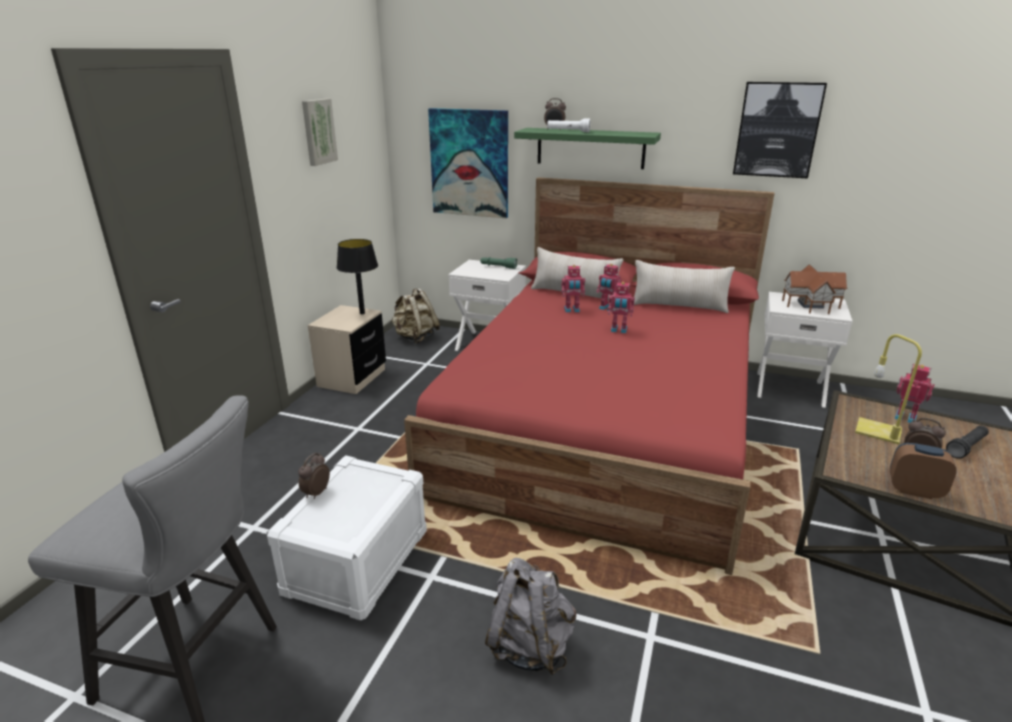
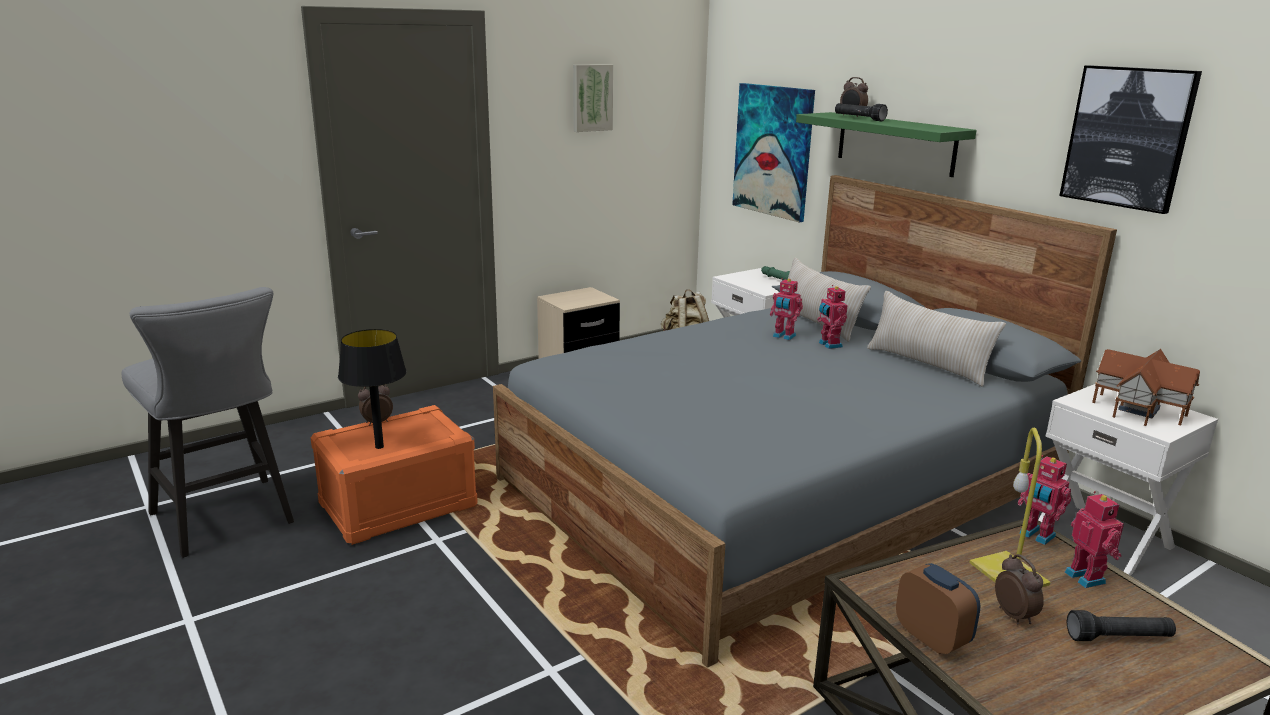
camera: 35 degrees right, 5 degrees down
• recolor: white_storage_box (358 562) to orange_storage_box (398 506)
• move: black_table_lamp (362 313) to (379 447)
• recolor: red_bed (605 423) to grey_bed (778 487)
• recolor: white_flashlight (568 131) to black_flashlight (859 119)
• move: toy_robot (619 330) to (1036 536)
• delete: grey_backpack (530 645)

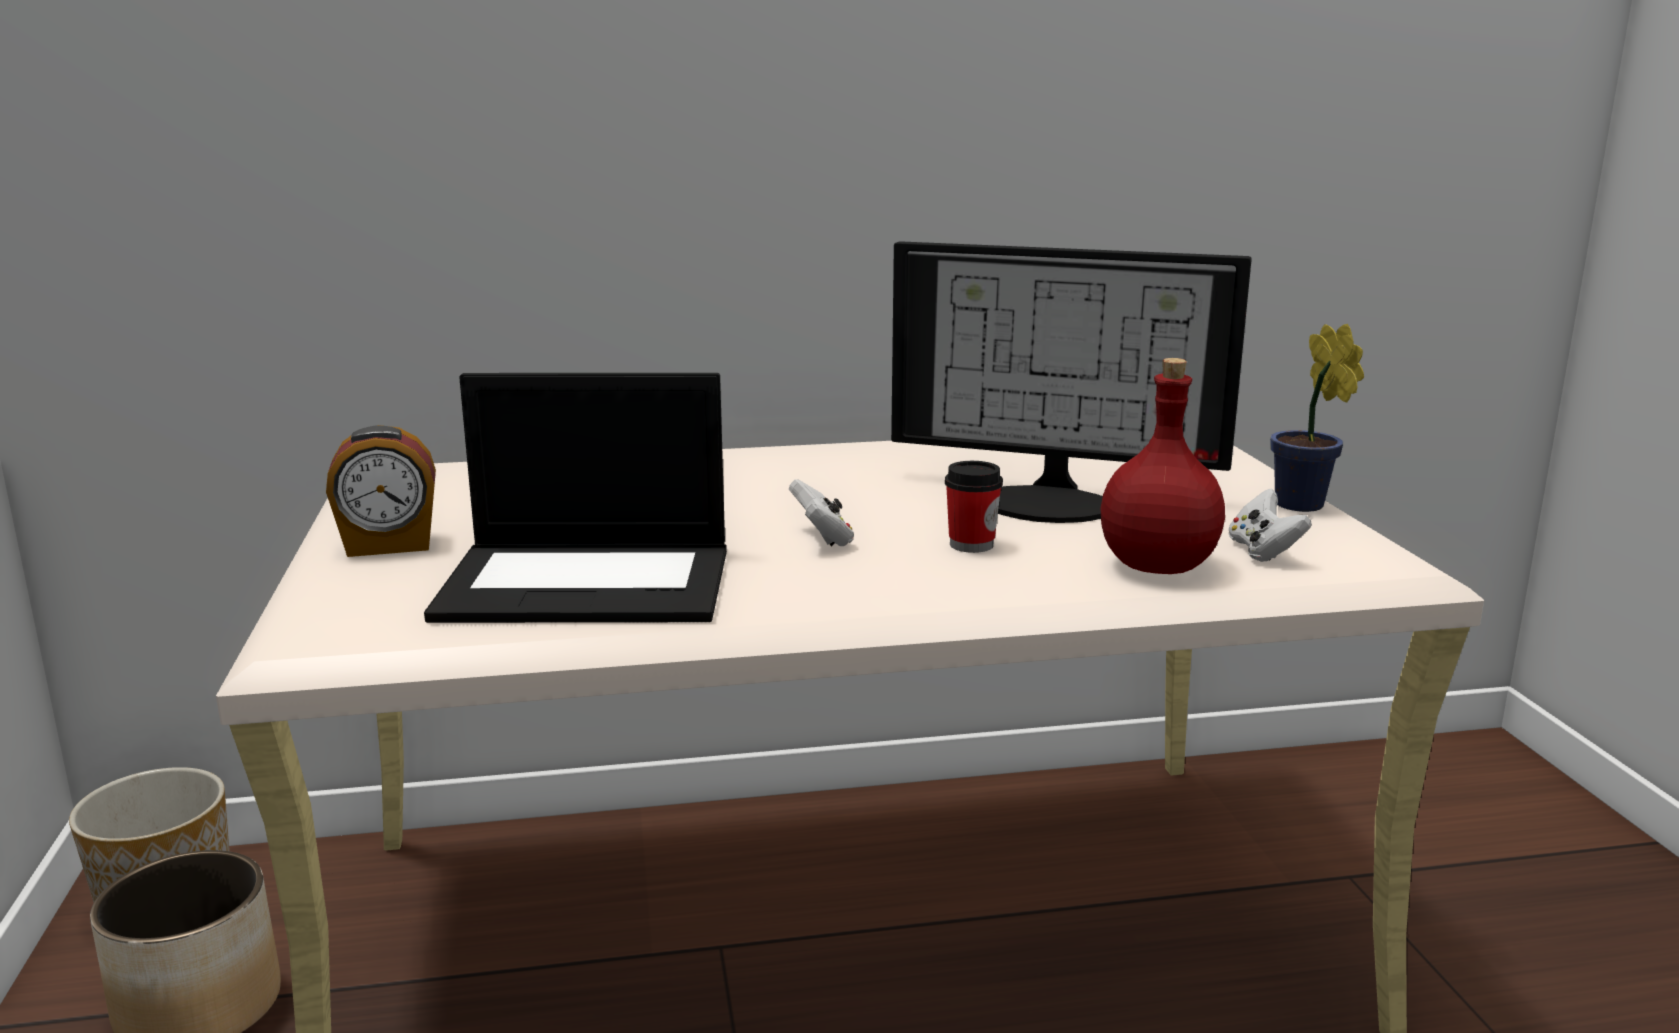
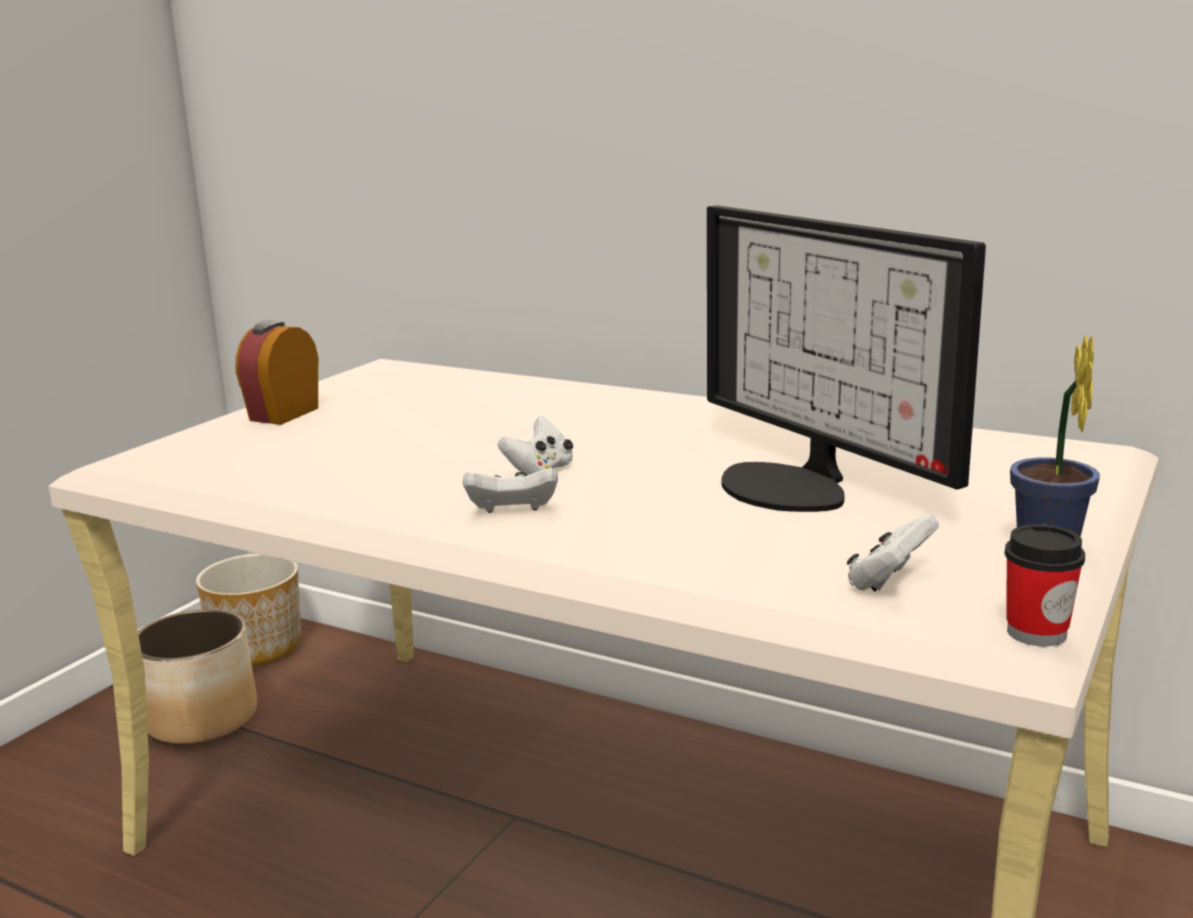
camera: 40 degrees right, 0 degrees up
• rotate: alarm_clock (389 545) = (283 414) 90 degrees clockwise
• insert: white_game_controller (512 512)
• move: cup (971 544) to (1036 633)
• delete: laptop (590 583)
• delete: red_bottle (1158 565)

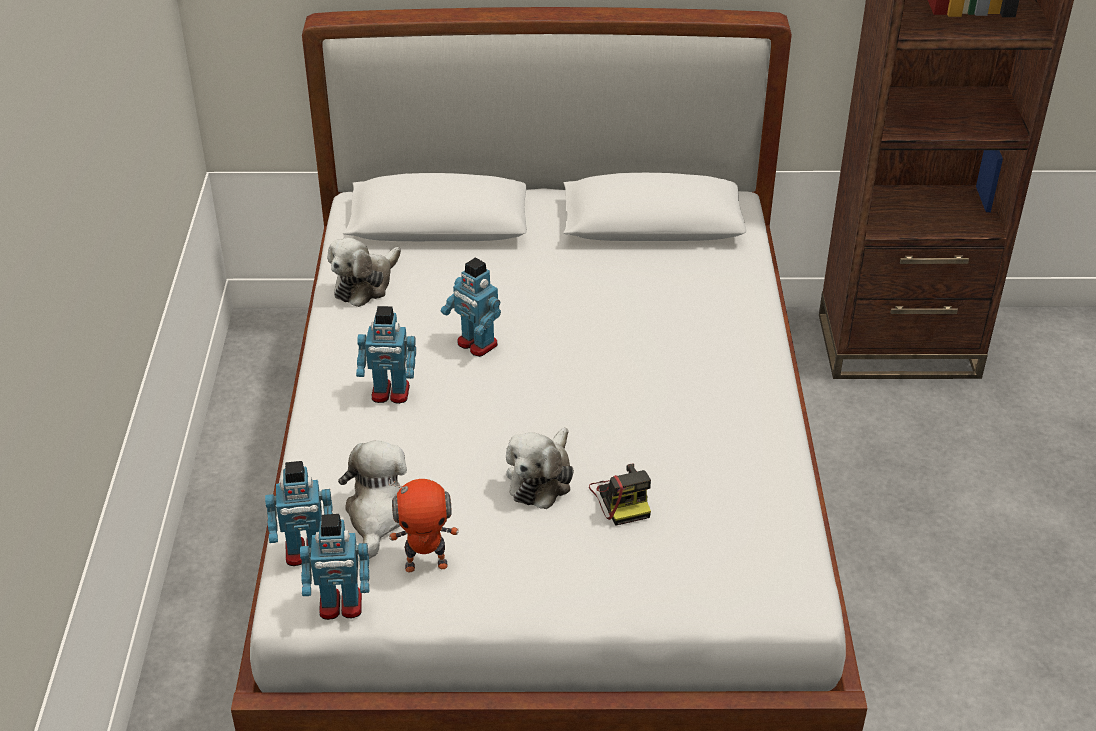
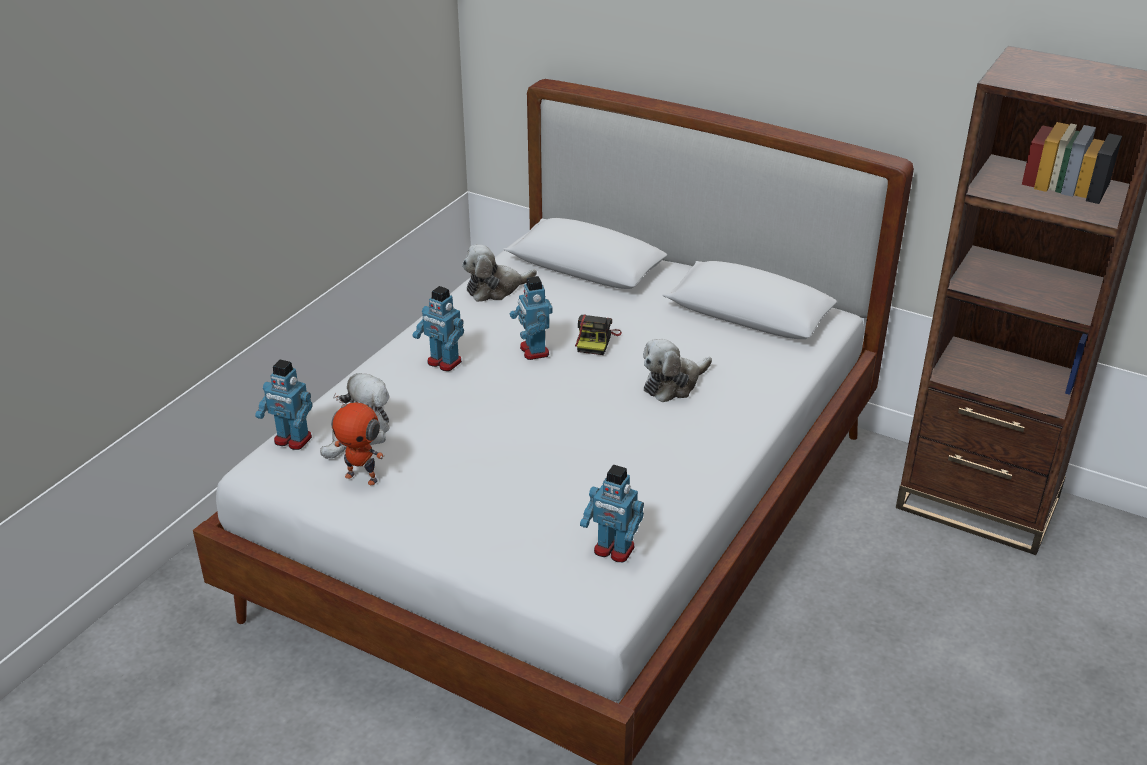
camera: 30 degrees right, 5 degrees down
• move: photo_camera (622 498) to (596 341)
• move: toy_robot (340 606) to (613 550)
• move: plush_toy (541 478) to (673 384)

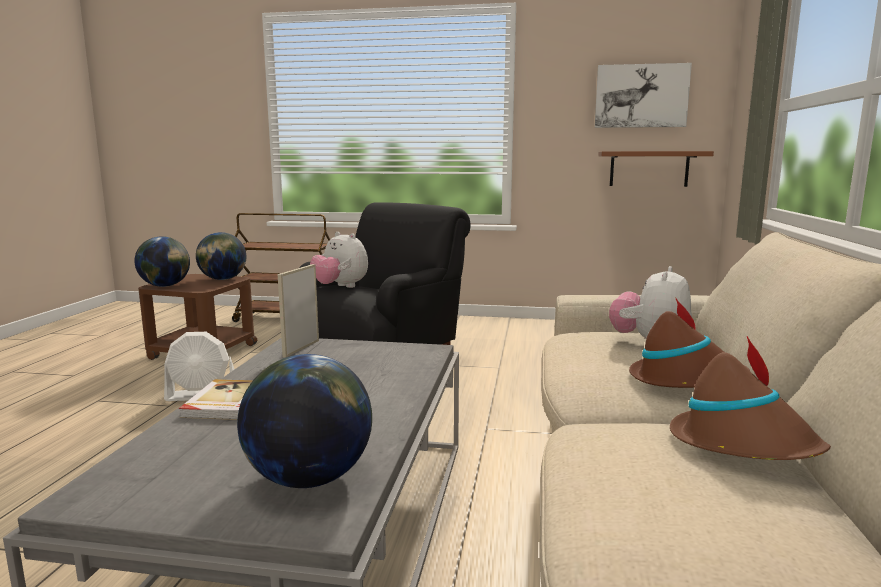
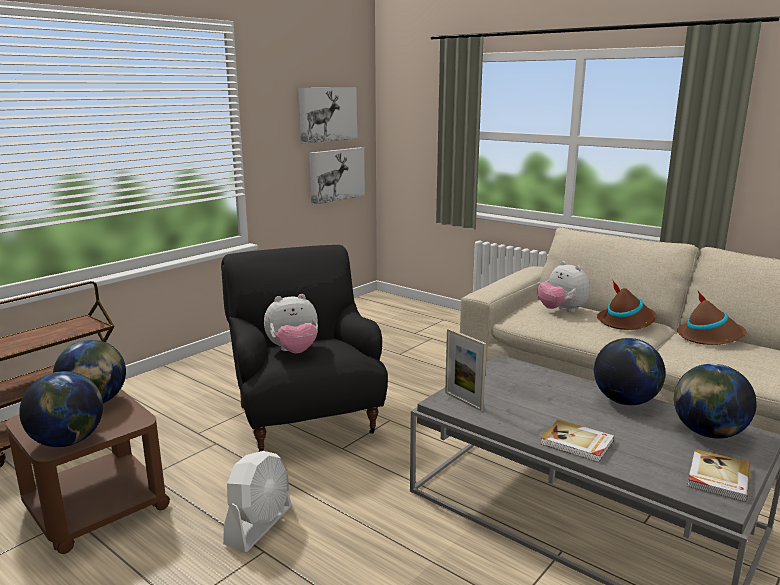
camera: 60 degrees left, 5 degrees up
• replace: brown_shelf (649 169) to picture (336 175)
• insert: globe (625 401)
• insert: book (717 477)

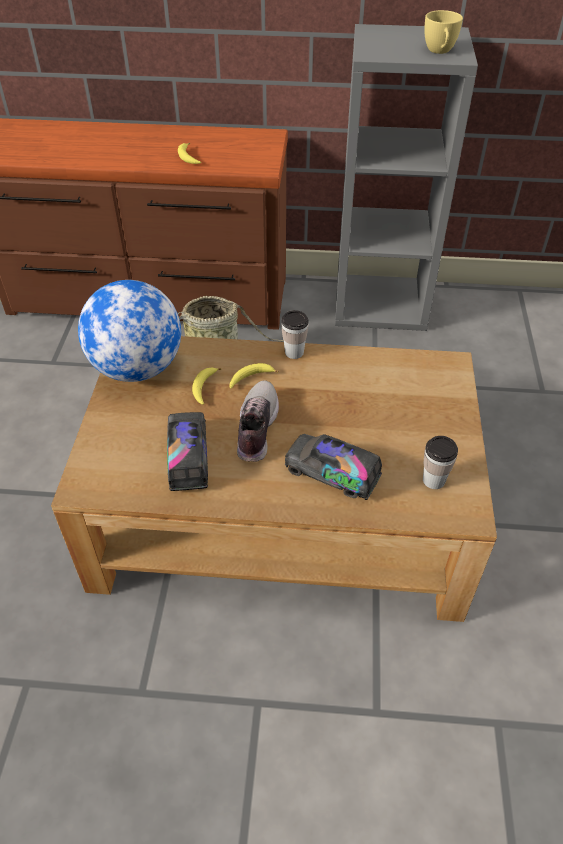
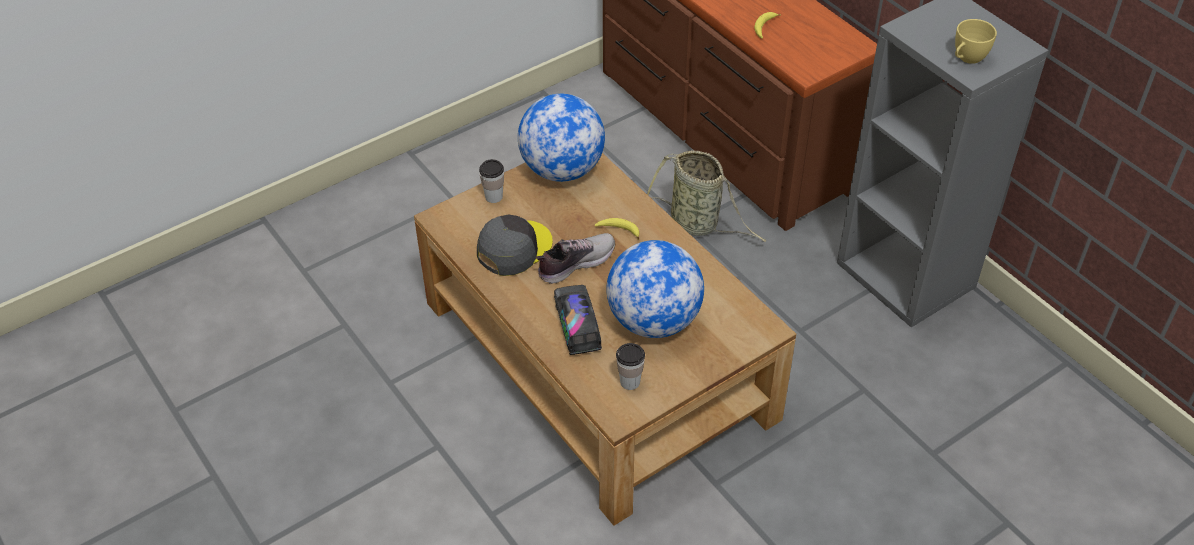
camera: 50 degrees right, 0 degrees up
• replace: toy_truck (188 458) to grey_cap (514 248)
• move: cup (294 352) to (494 197)
• insert: globe (653 321)
• delete: banana (204 388)

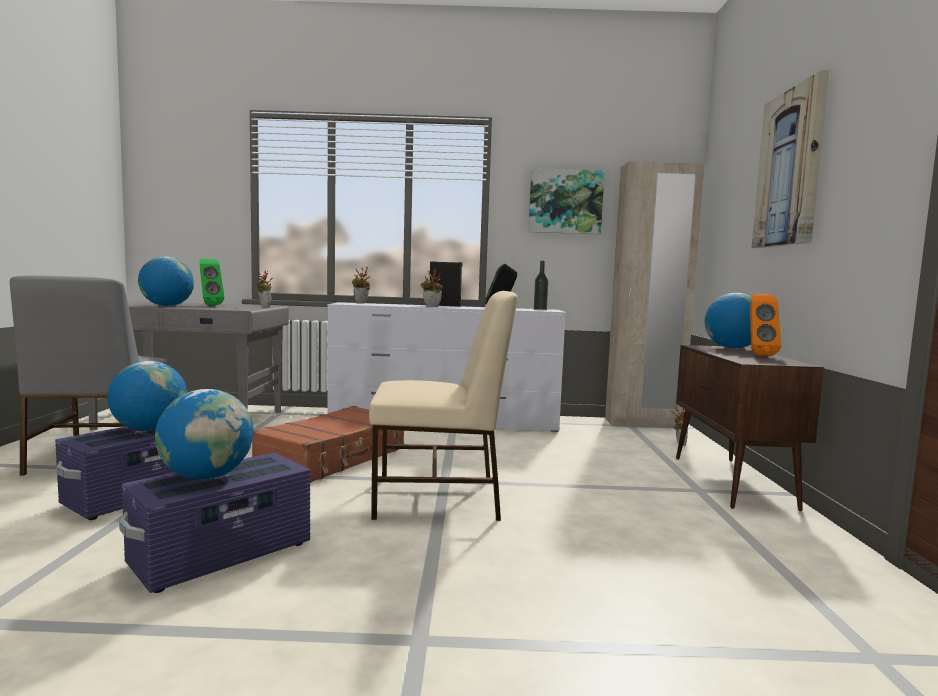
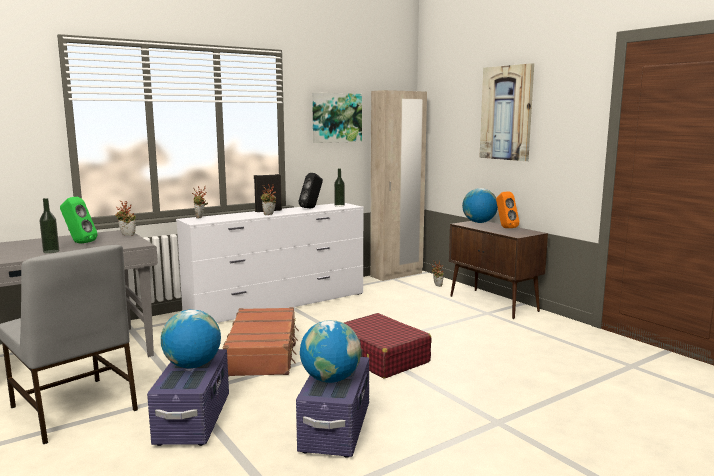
camera: 35 degrees left, 5 degrees up
• replace: globe (167 306) to bottle (51 251)
• replace: beige_chair (439 498) to red_suitcase (380 357)

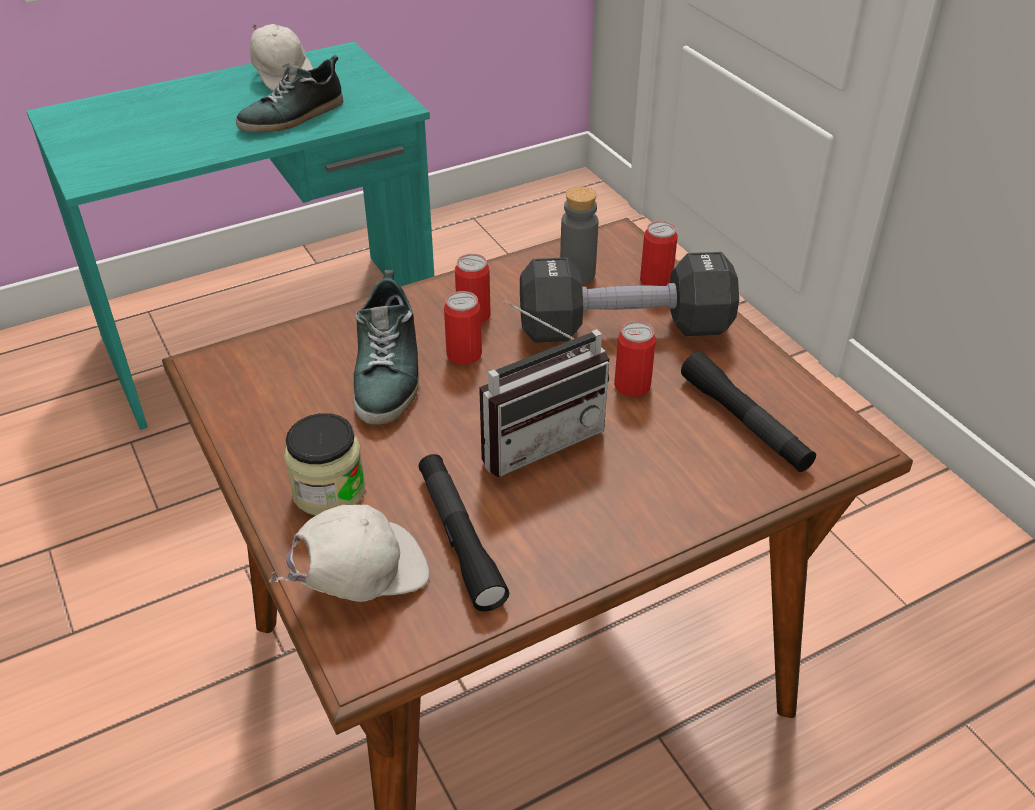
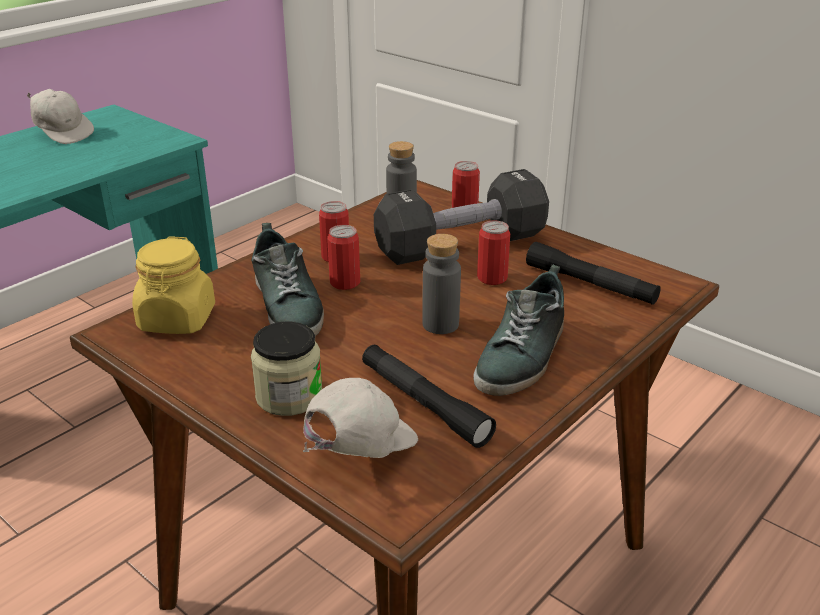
camera: 20 degrees left, 10 degrees down
• insert: yellow_jar (177 320)
• replace: radio (536 437) to grey_bottle (440 324)
• move: shoe (293 116) to (523 356)

